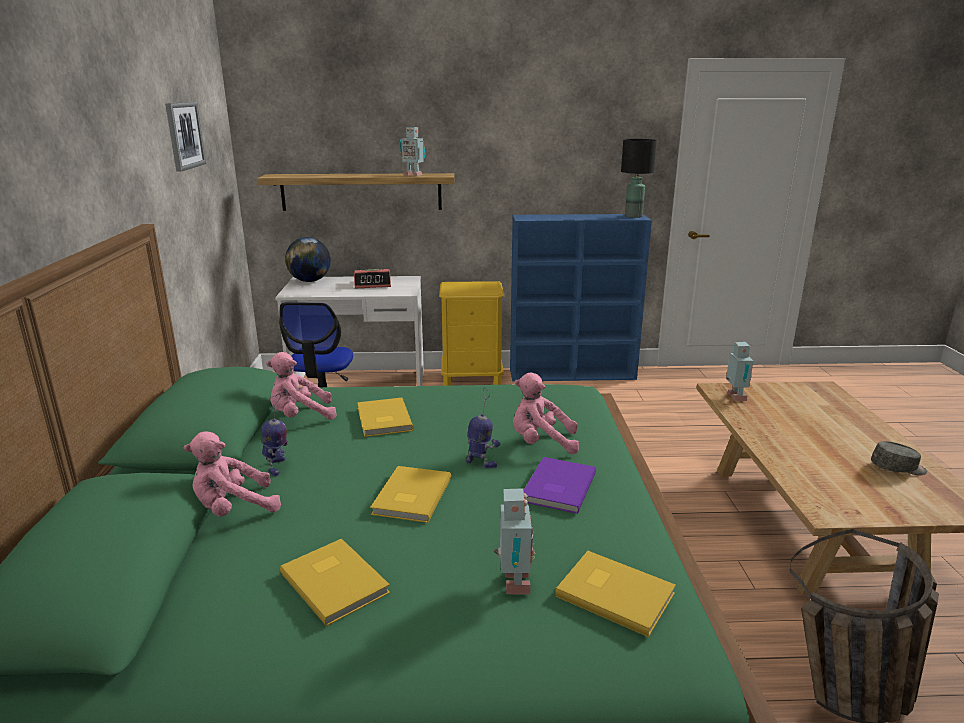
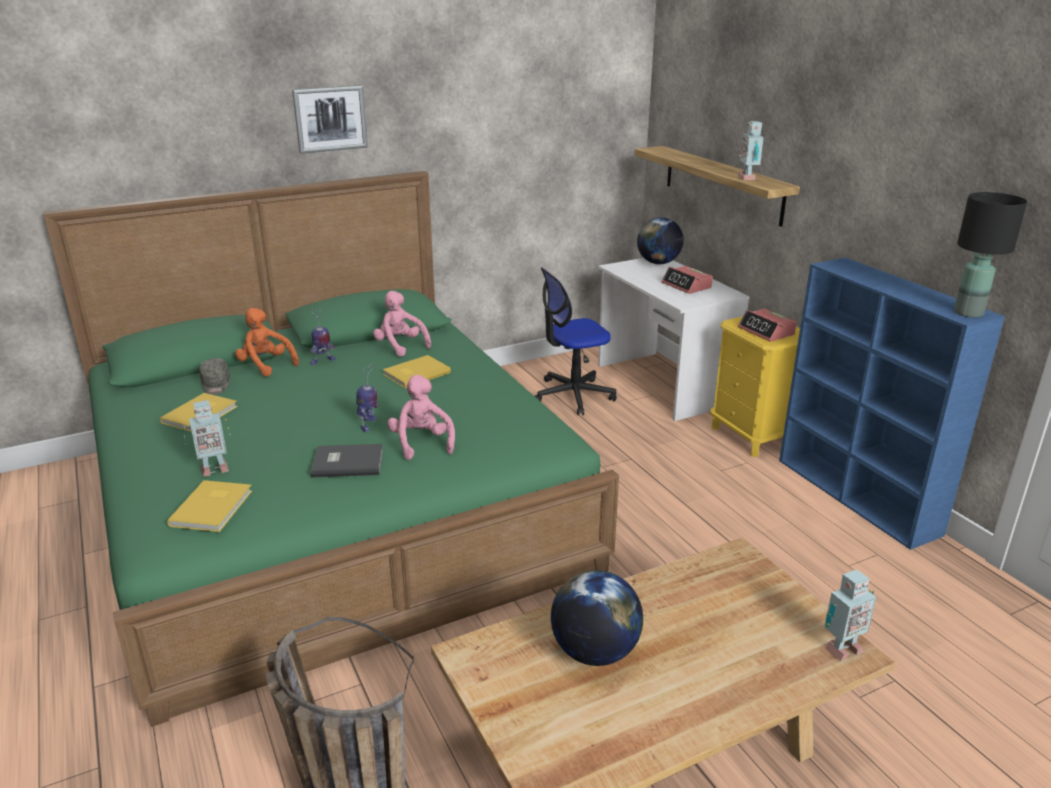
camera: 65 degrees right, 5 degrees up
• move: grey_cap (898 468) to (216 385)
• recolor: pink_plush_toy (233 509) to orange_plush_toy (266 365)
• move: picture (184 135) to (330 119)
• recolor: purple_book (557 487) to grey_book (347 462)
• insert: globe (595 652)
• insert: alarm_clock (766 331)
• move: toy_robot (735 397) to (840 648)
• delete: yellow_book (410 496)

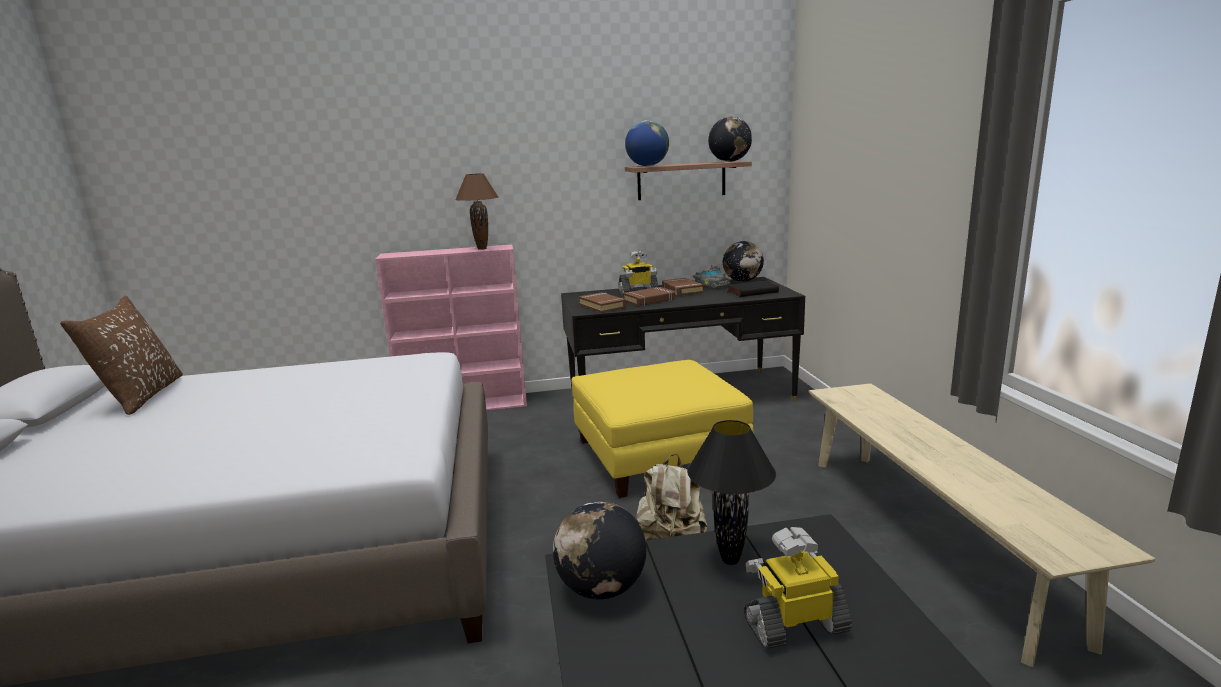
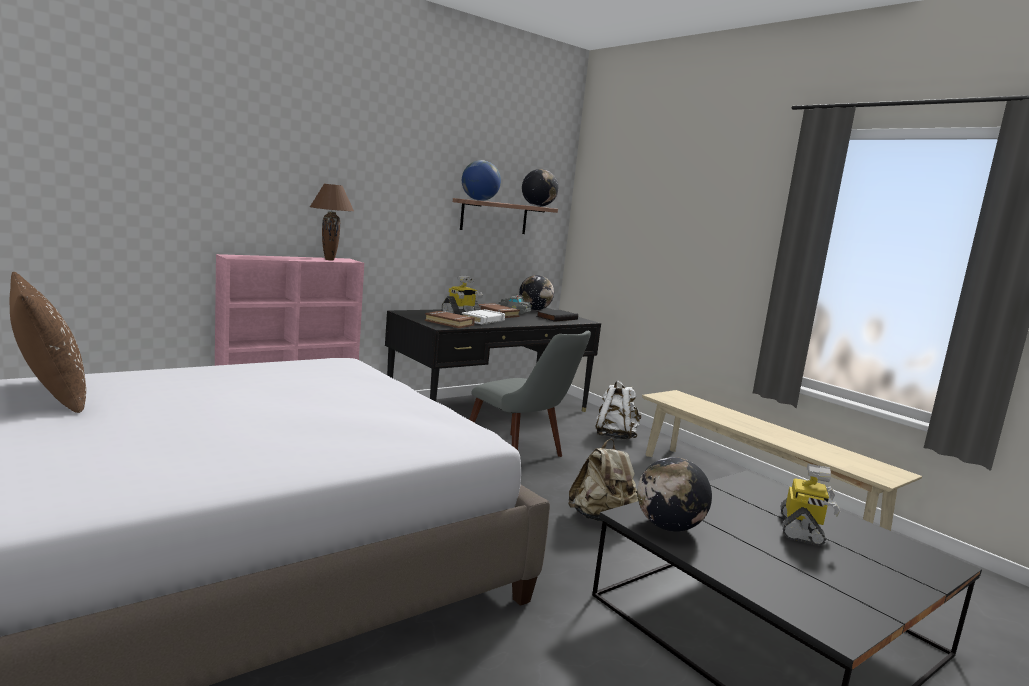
camera: 30 degrees left, 5 degrees down
• recolor: brown_book (649 300) to white_book (483 320)
• replace: yellow_ottoman (658 455) to grey_chair (522 456)
• insert: white_backpack (615 436)
• rotate: toy_robot (795 625) = (802 530) 150 degrees clockwise
• delete: black_table_lamp (731 560)

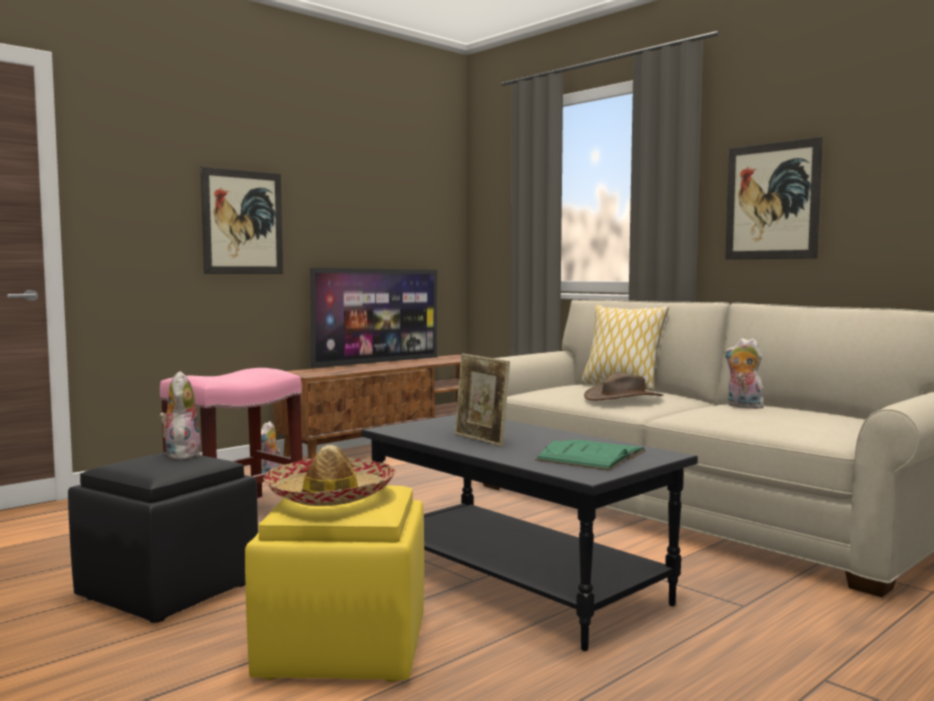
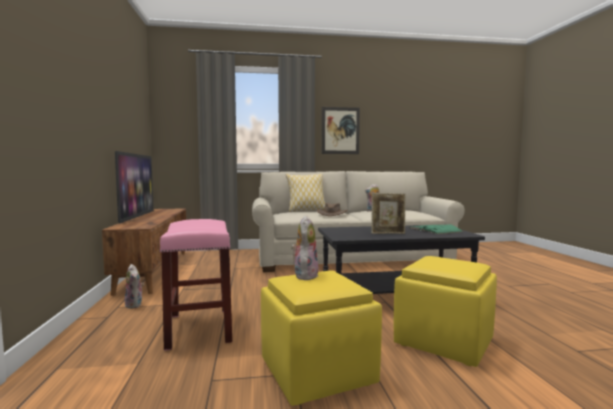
camera: 55 degrees left, 0 degrees up
• recolor: black_ottoman (168 589) to yellow_ottoman (315 371)
• rotate: plush_toy (181 455) = (304 275) 75 degrees clockwise
• delete: picture (243 222)
• delete: hat (330 495)

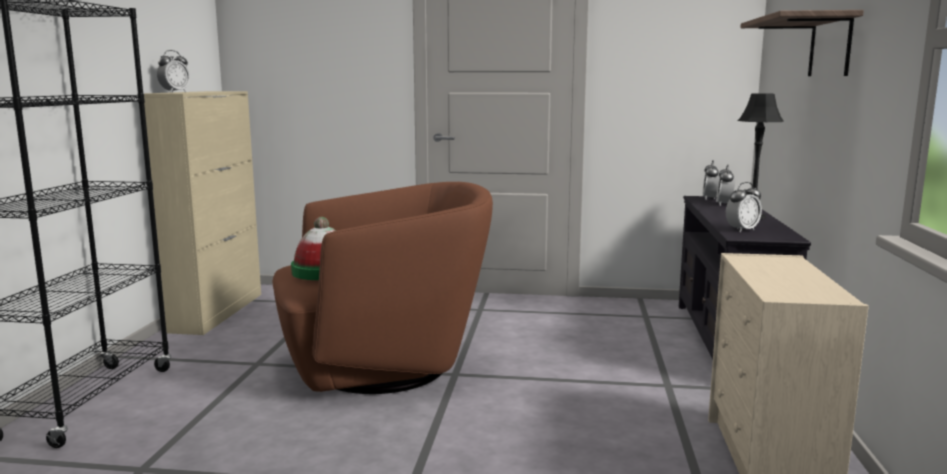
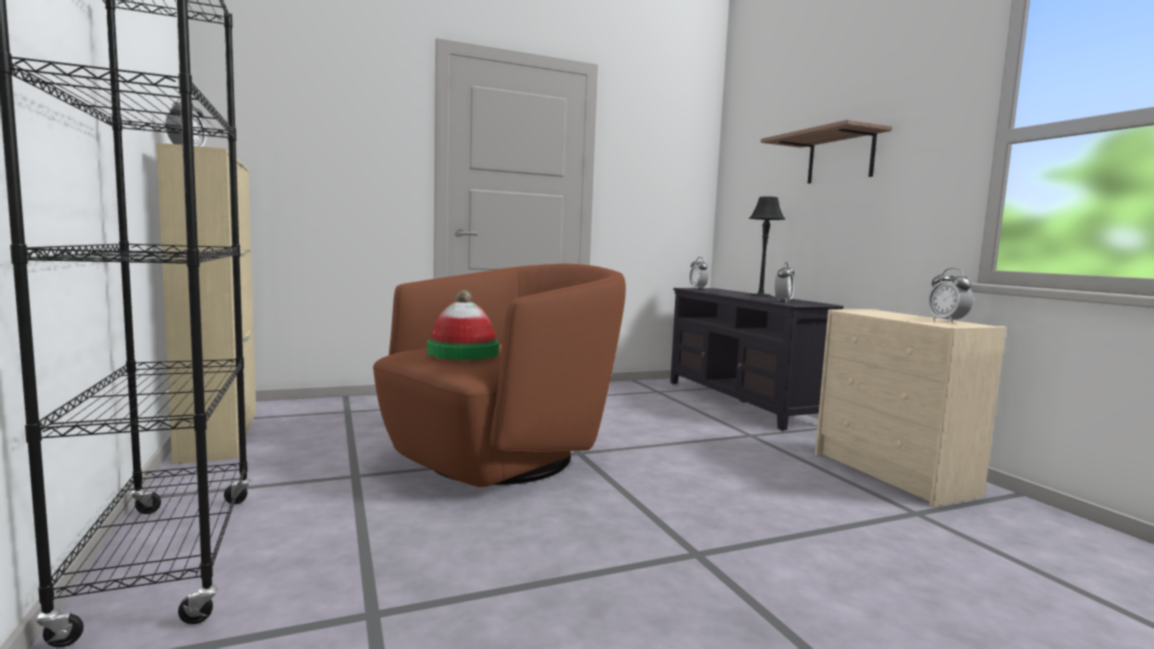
camera: 30 degrees left, 5 degrees down
• move: alarm_clock (724 204) to (947 321)

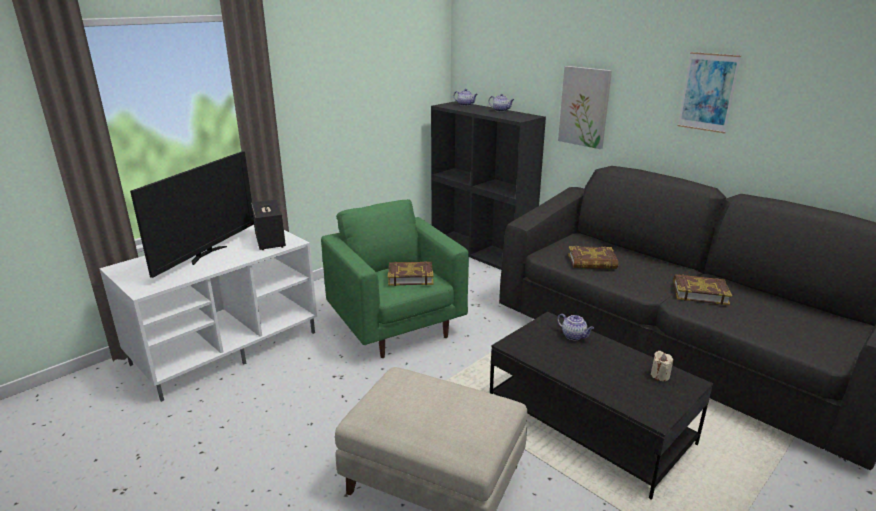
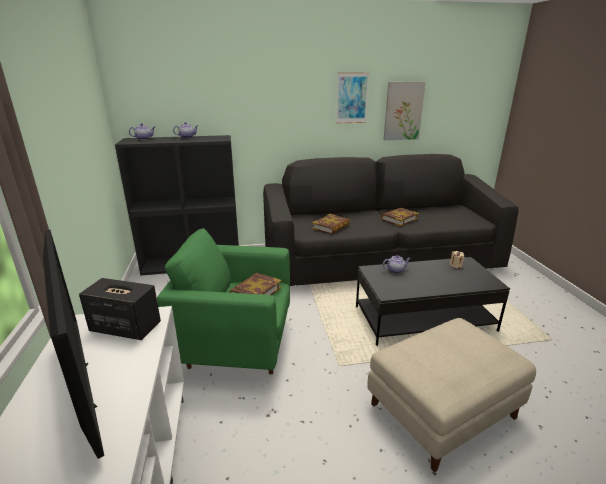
camera: 55 degrees left, 0 degrees up
• move: picture (584 107) to (403 111)

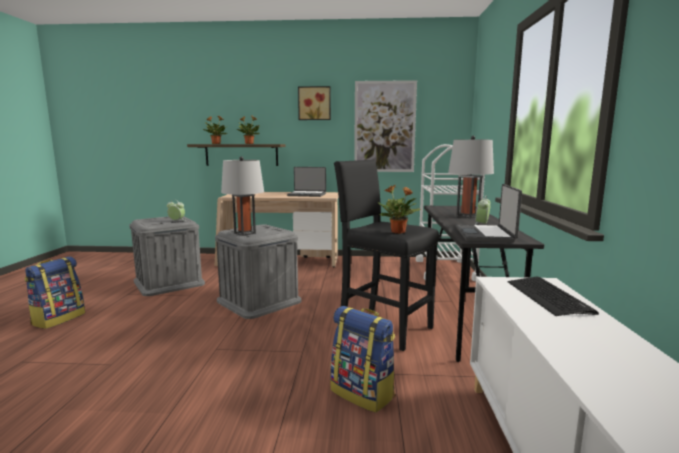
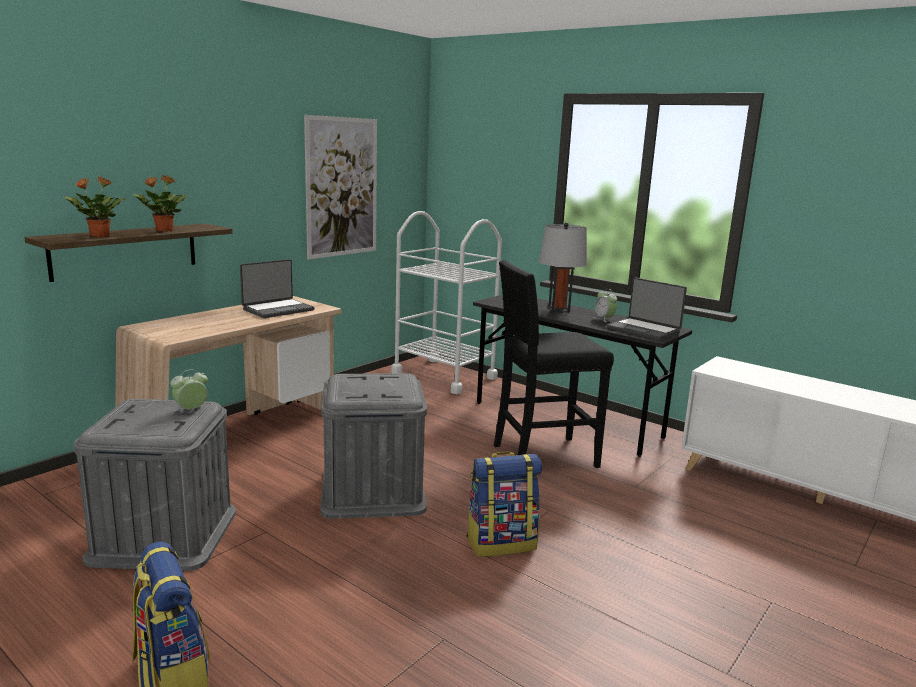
camera: 55 degrees left, 5 degrees up
• move: backpack (363 393) to (501 543)
• delete: grey_table_lamp (245 233)
• delete: picture (314 103)
• delete: potted_plant (398 232)
• delete: keyboard (548 297)

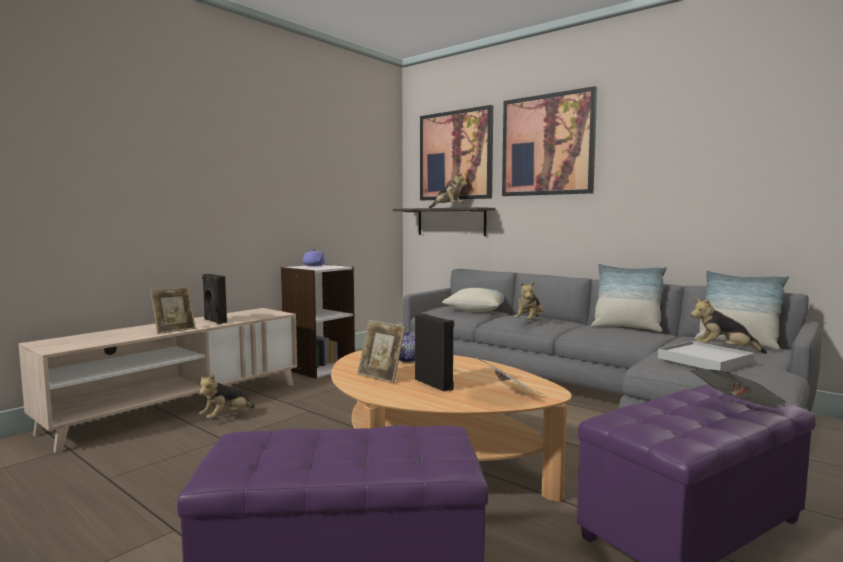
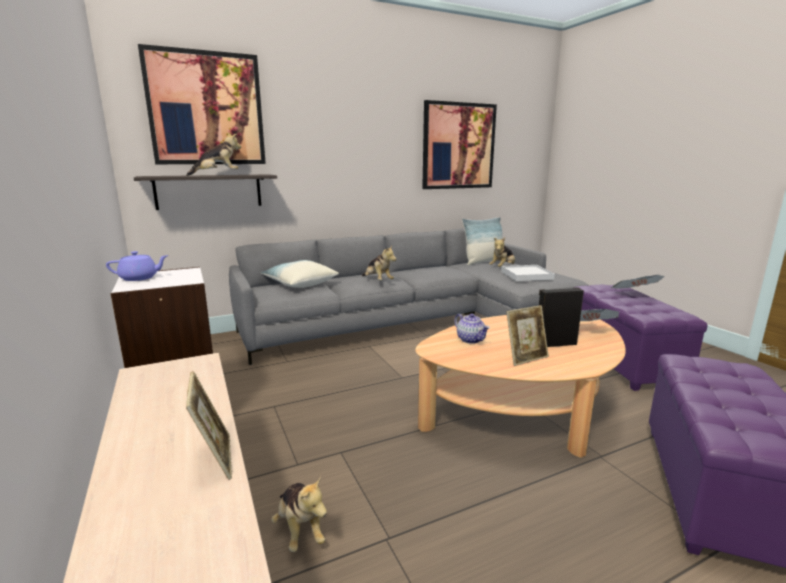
camera: 65 degrees left, 10 degrees up
• move: picture (547 145) to (458 146)
• delete: black_speaker (214 321)
• delete: pillow (626 328)

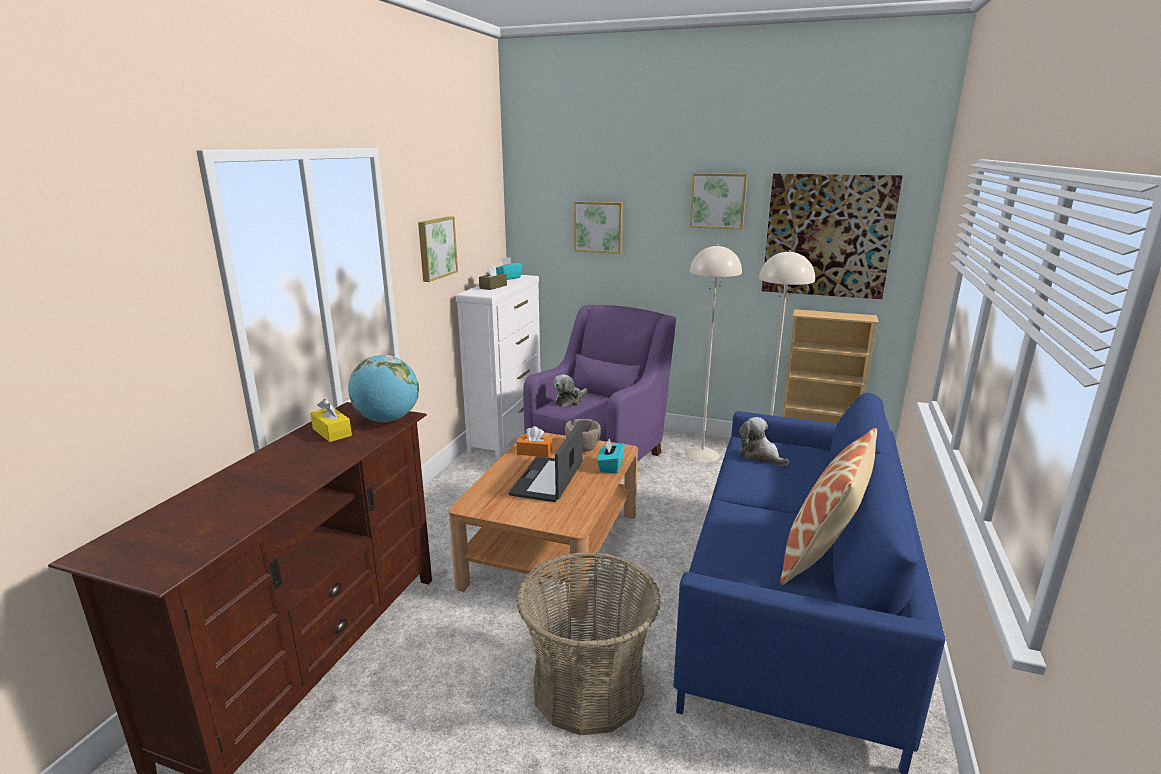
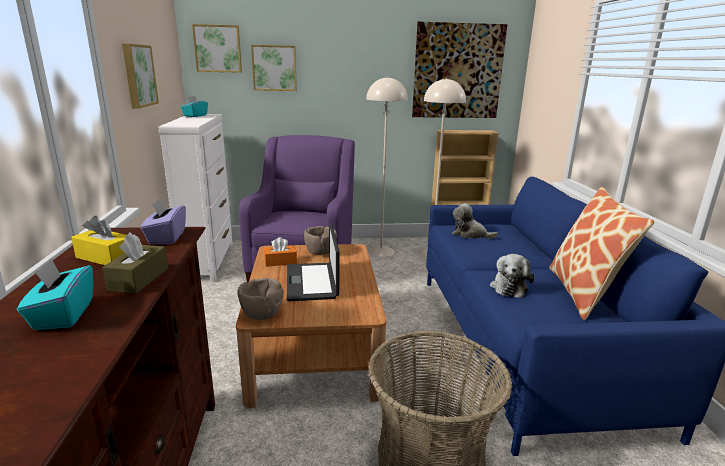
camera: 25 degrees left, 0 degrees up
• move: turquoise_tissue_box (610 466) to (63 315)
• move: brown_tissue_box (493 287) to (139 279)
• replace: globe (387 420) to purple_tissue_box (166 237)
• move: picture (718 201) to (218 48)
• insert: brown_bowl (261 313)
• move: plush_toy (569 401) to (509 287)

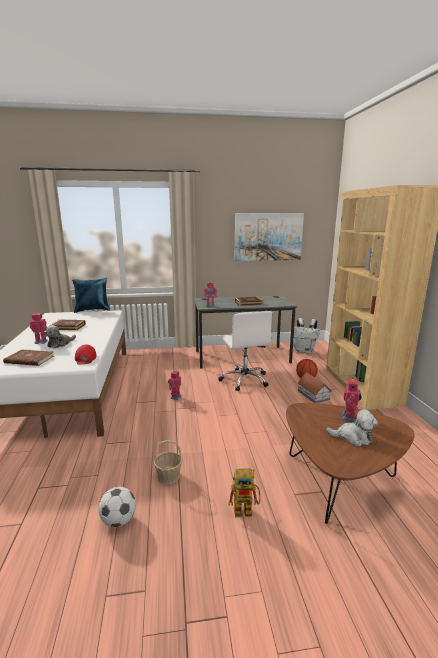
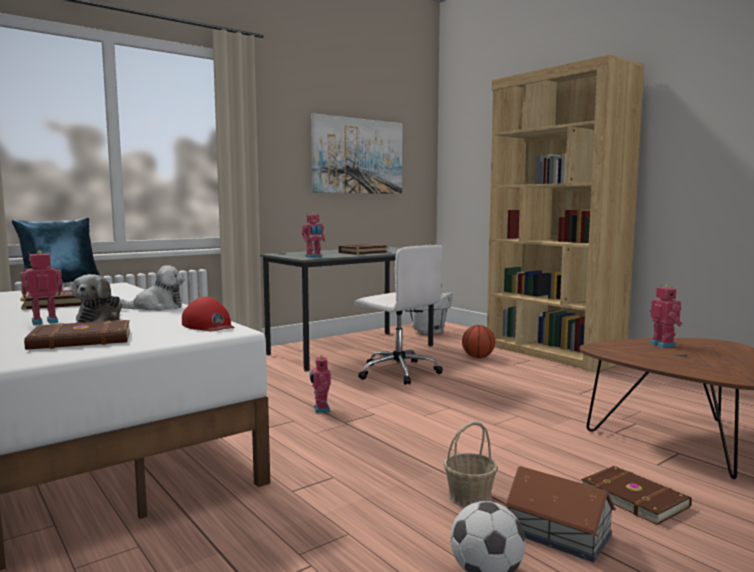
camera: 30 degrees left, 10 degrees down
• move: plush_toy (353 437) to (157 307)
• move: toy_house (313 395) to (559 534)
• replace: toy_robot (246 510) to brown_book (634 497)

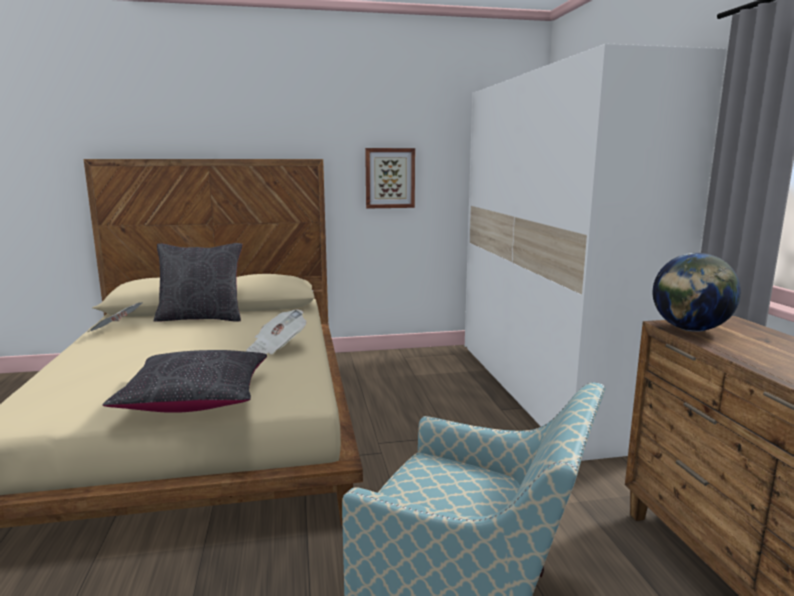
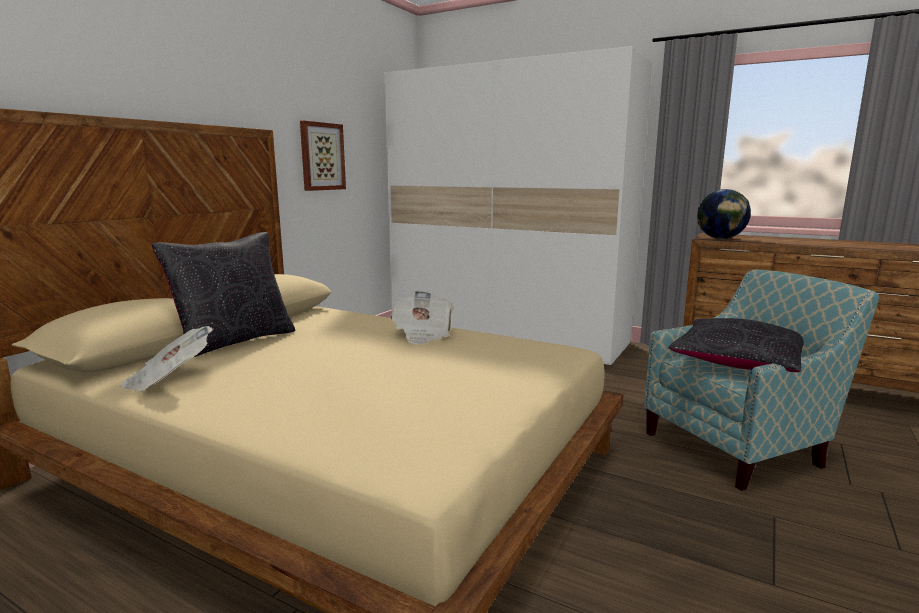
camera: 50 degrees left, 0 degrees up
• move: black_pillow (196 398) to (738 362)

